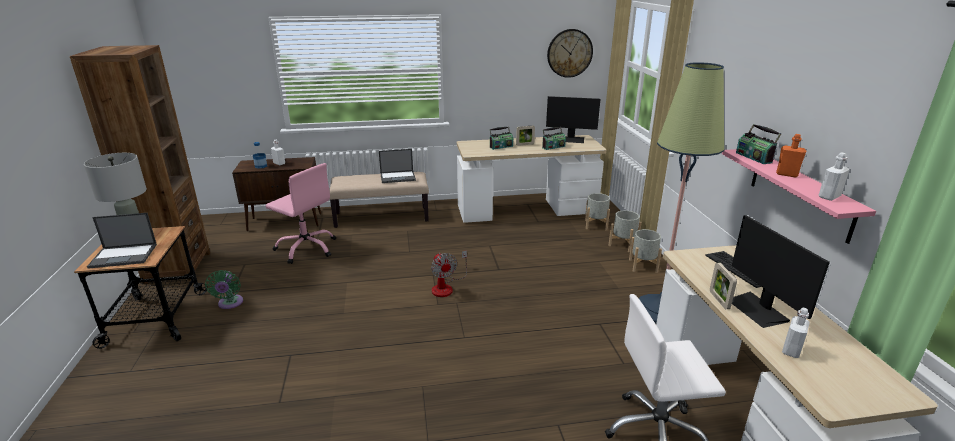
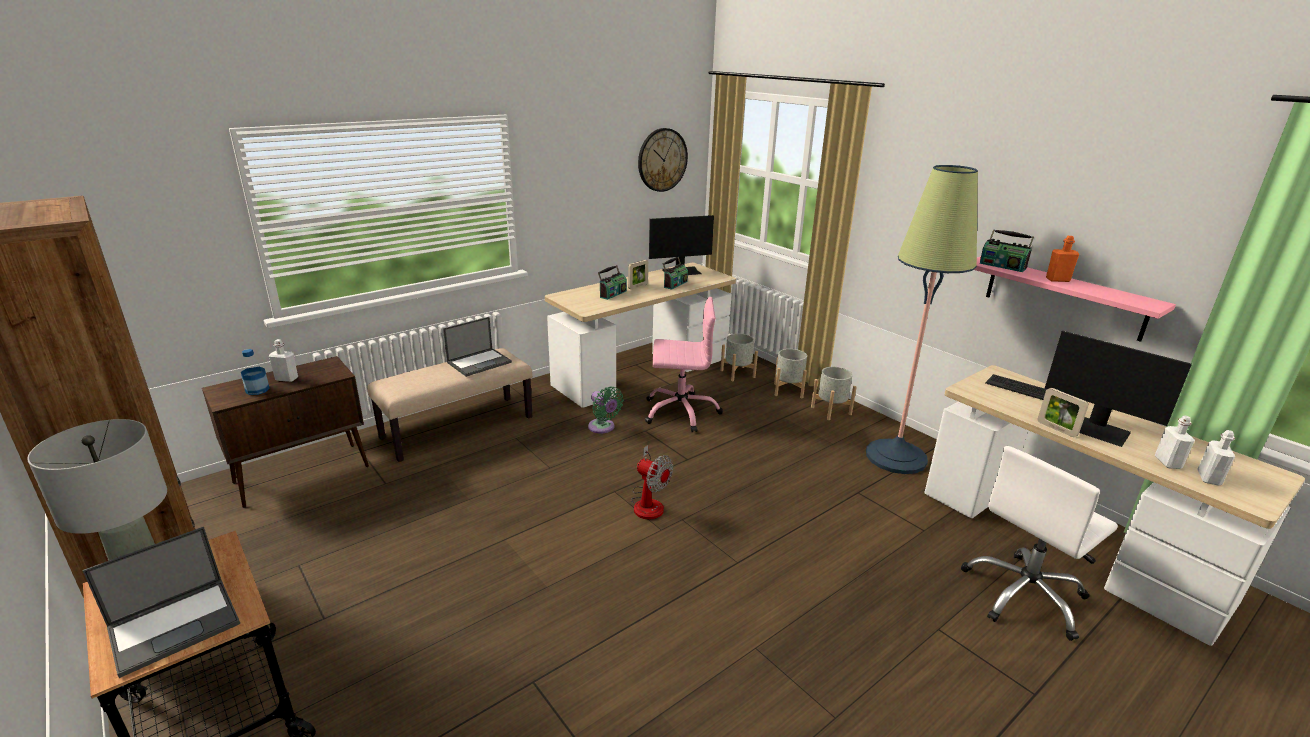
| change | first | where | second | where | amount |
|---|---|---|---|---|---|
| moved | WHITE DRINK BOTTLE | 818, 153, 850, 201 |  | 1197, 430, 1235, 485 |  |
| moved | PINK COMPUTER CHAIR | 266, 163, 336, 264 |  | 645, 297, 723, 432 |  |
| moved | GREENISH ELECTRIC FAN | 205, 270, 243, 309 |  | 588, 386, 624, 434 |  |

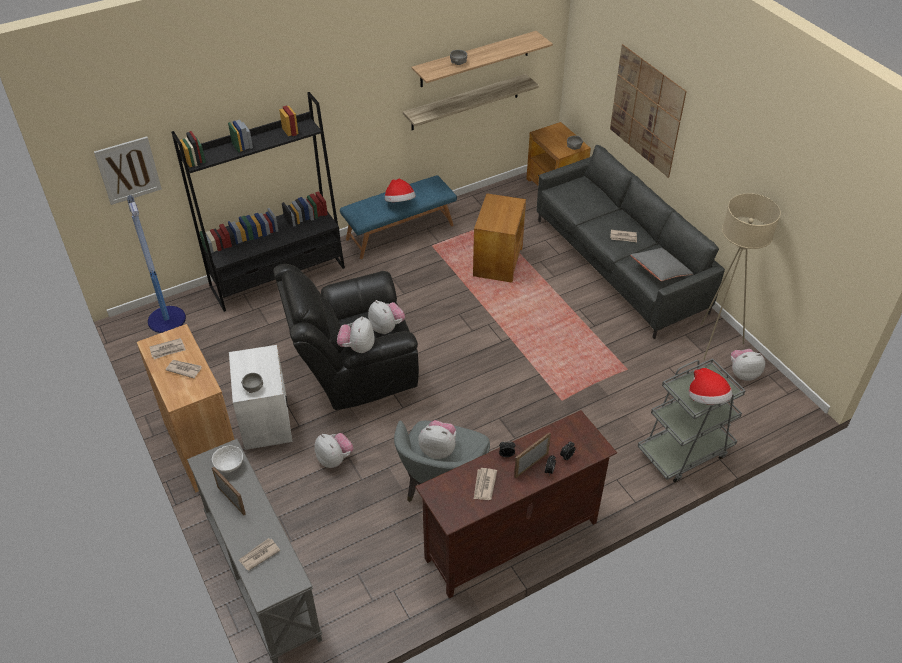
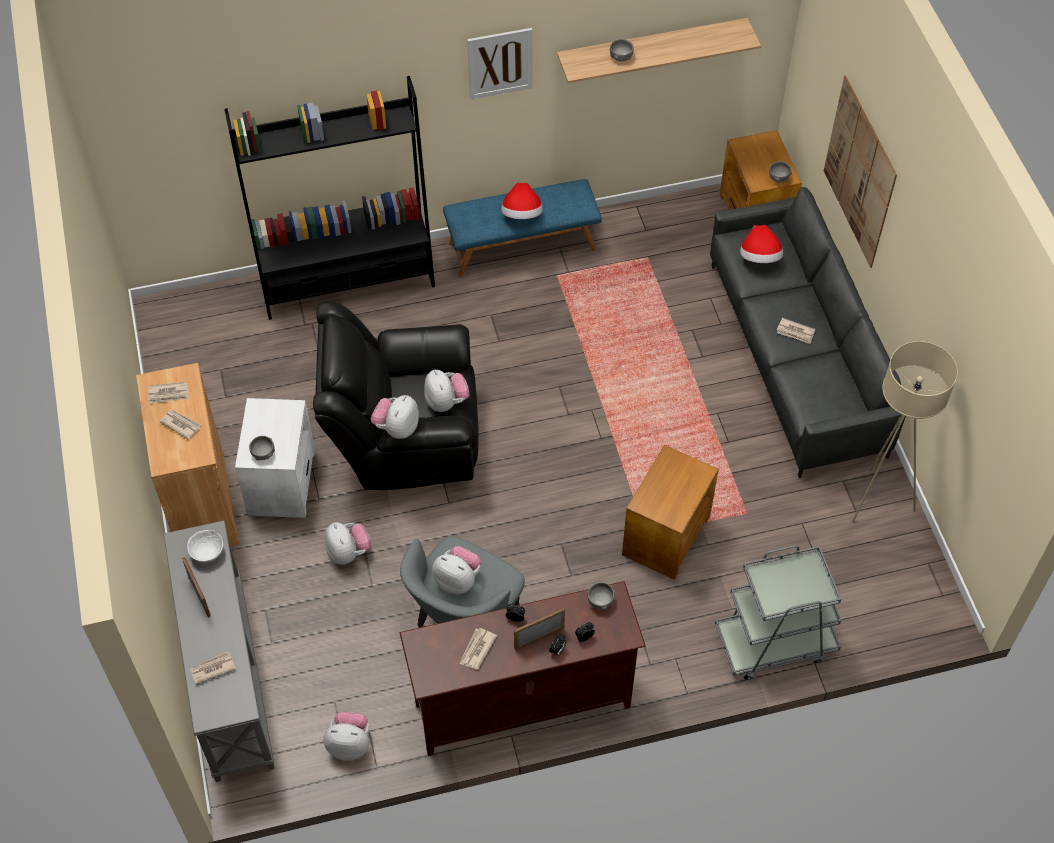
| change | first | where | second | where | amount |
|---|---|---|---|---|---|
| removed | SHELF | 403, 74, 539, 130 |  |  |  |
| moved | PICTURE | 94, 136, 162, 205 |  | 467, 28, 533, 99 |  |
| moved | BROWN SIDE TABLE | 473, 193, 526, 283 |  | 622, 445, 719, 580 |  |
| removed | FLOOR LAMP | 127, 195, 186, 333 |  |  |  |
| removed | GREYISH PILLOW | 630, 248, 693, 281 |  |  |  |
| moved | PLUSH TOY | 731, 349, 765, 381 |  | 323, 712, 369, 761 |  |
| moved | HAT | 689, 368, 732, 405 |  | 740, 225, 783, 263 |  |
| added |  |  | GREYISH SERVING BOWL | 588, 582, 615, 610 |  |

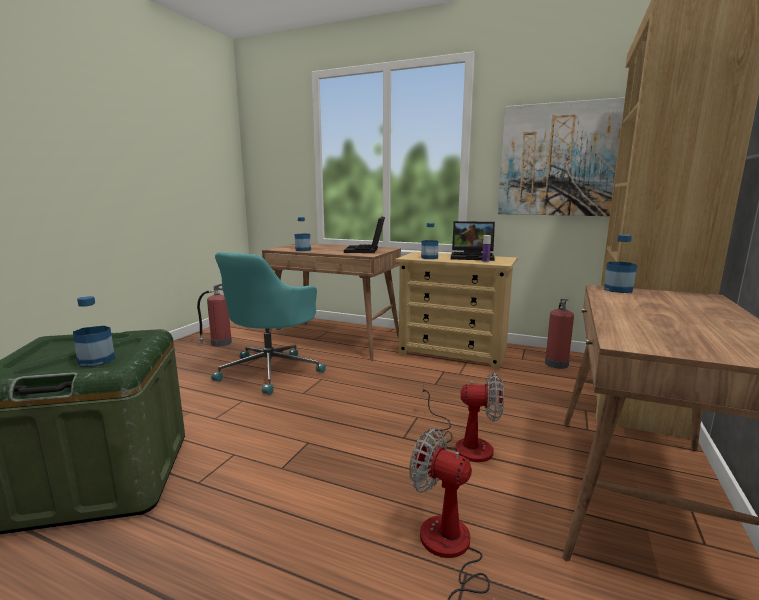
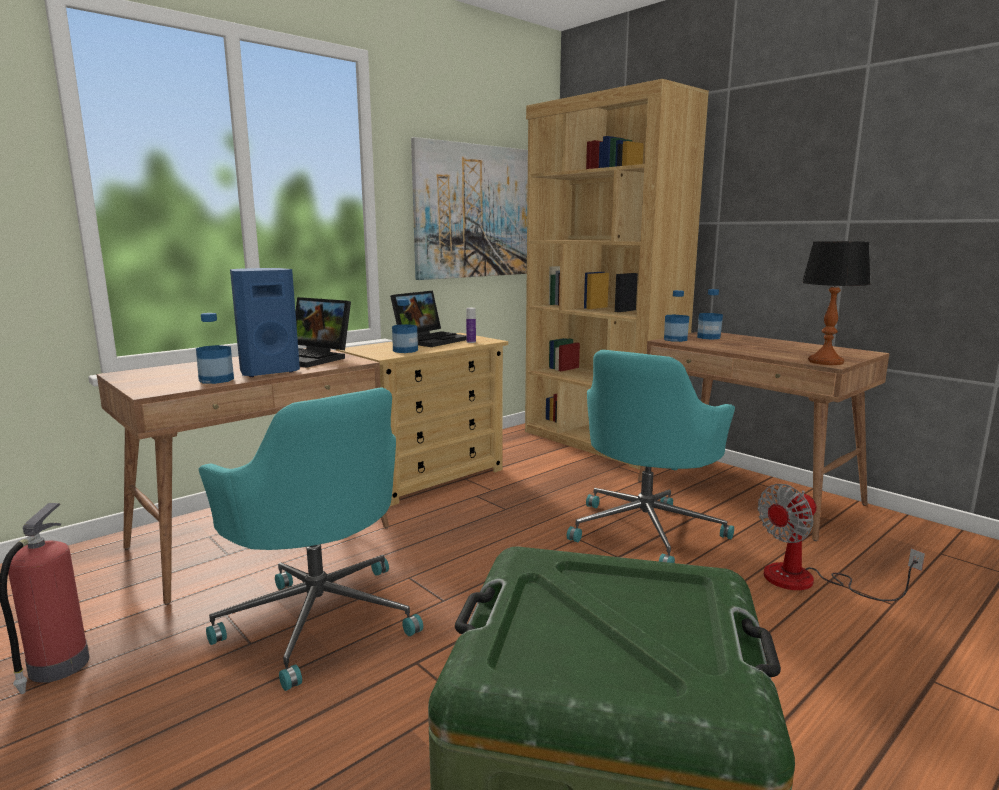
| change | first | where | second | where | amount |
|---|---|---|---|---|---|
| moved | DRINK BOTTLE | 73, 296, 115, 367 |  | 697, 289, 723, 340 |  |
| removed | EXTINGUISHER | 545, 299, 574, 369 |  |  |  |
| replaced | ELECTRIC FAN | 422, 372, 504, 462 | TURQUOISE COMPUTER CHAIR | 567, 350, 735, 563 |  |
| added |  |  | TABLE LAMP | 802, 241, 871, 365 |  |
| added |  |  | BLUE LOUDSPEAKER | 230, 268, 300, 377 |  |

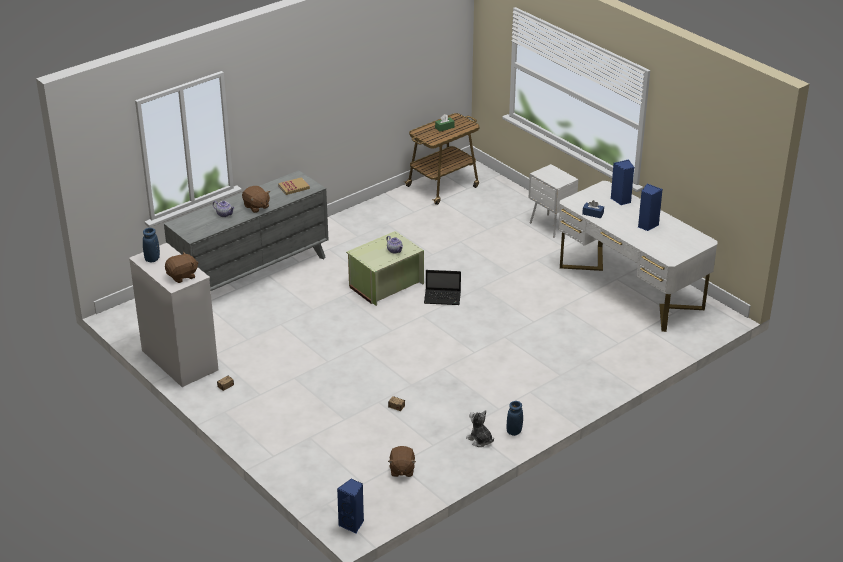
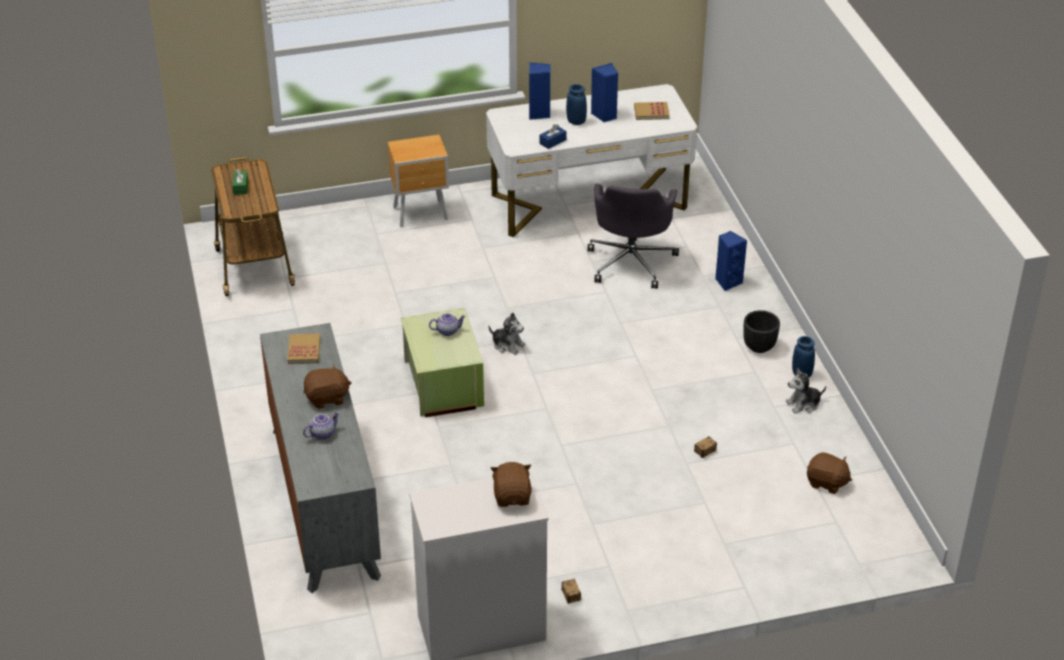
| change | first | where | second | where | amount |
|---|---|---|---|---|---|
| recoloured | WHITE NIGHTSTAND | 529, 164, 579, 238 | BROWN NIGHTSTAND | 387, 135, 449, 227 |  |
| moved | BLUE FLOWER VASE | 143, 228, 160, 262 |  | 566, 84, 587, 125 |  |
| replaced | PORTABLE COMPUTER | 424, 270, 461, 305 | PLUSH TOY | 489, 312, 525, 355 |  |
| moved | BLUE LOUDSPEAKER | 337, 478, 364, 534 |  | 715, 231, 747, 291 |  |
| added |  |  | VOLUME | 634, 102, 670, 120 |  |
| added |  |  | GREYISH COMPUTER CHAIR | 587, 184, 679, 289 |  |
| added |  |  | BLACK-COLOURED FLOWER POT | 743, 310, 780, 353 |  |

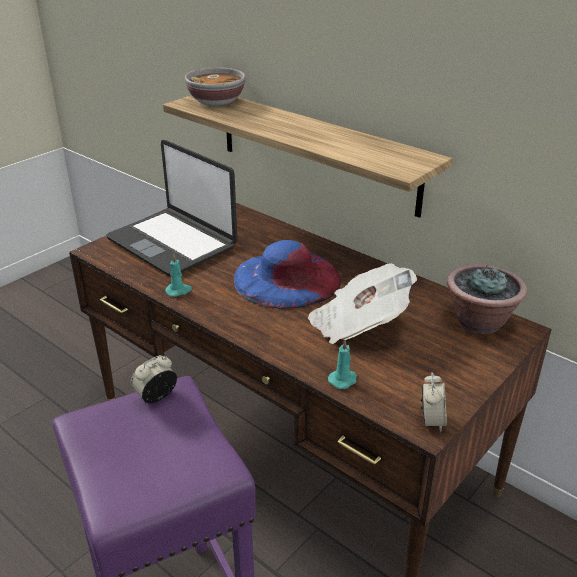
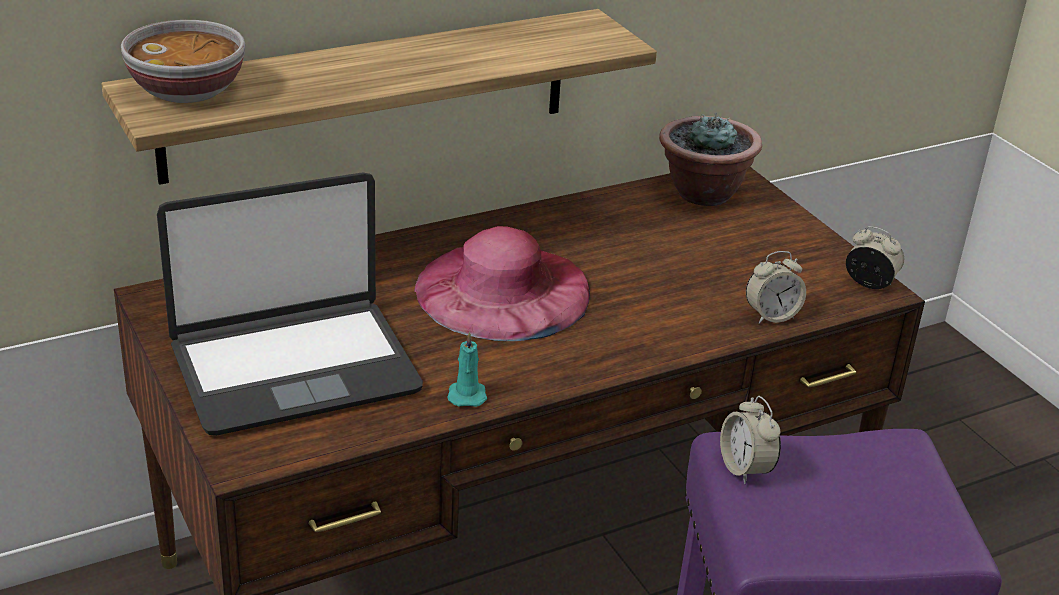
| change | first | where | second | where | amount |
|---|---|---|---|---|---|
| recoloured | BLUE HAT | 234, 240, 341, 309 | PINK HAT | 414, 226, 590, 341 |  |
| removed | NEWSPAPER | 308, 263, 417, 344 |  |  |  |
| replaced | TURQUOISE WAX CANDLE | 328, 340, 357, 389 | ALARM CLOCK | 746, 251, 806, 323 |  |

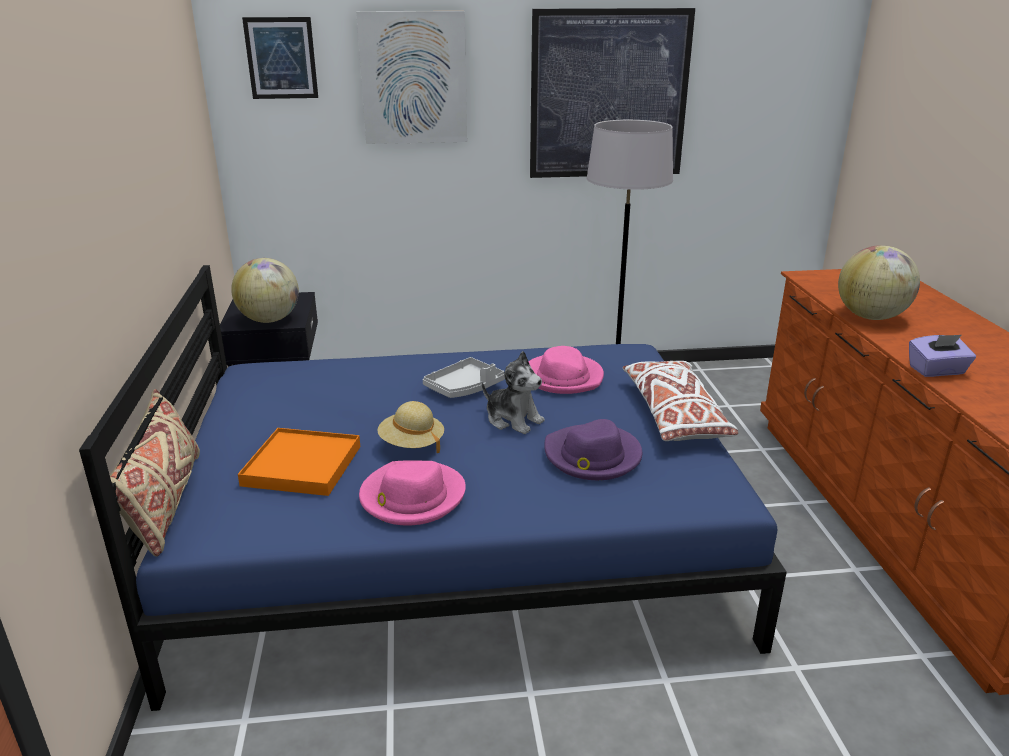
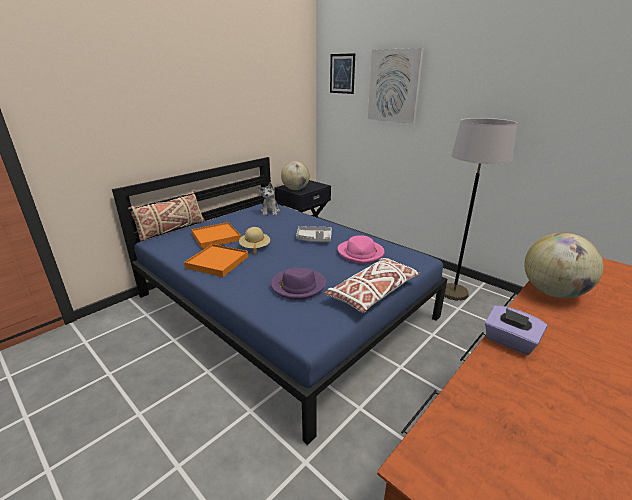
| change | first | where | second | where | amount |
|---|---|---|---|---|---|
| removed | PICTURE | 530, 8, 695, 178 |  |  |  |
| moved | PLUSH TOY | 482, 351, 545, 434 |  | 258, 183, 280, 216 |  |
| replaced | PINK HAT | 359, 460, 466, 525 | ORANGE-COLOURED CARRYING TRAY | 184, 244, 248, 277 |  |

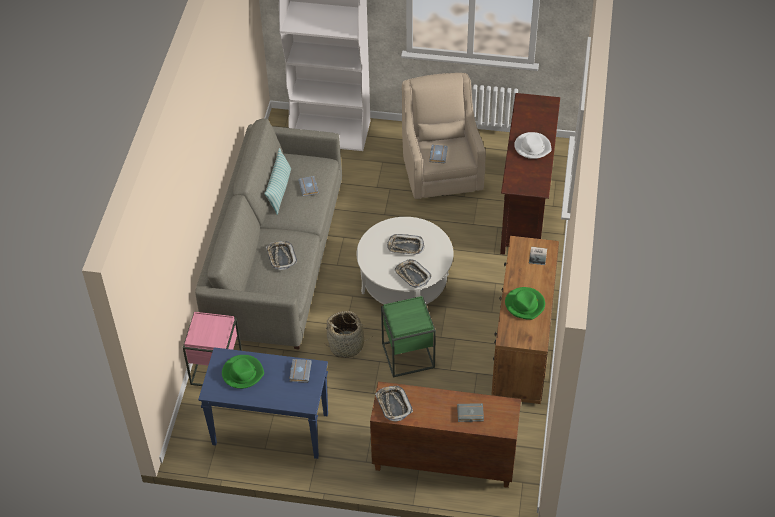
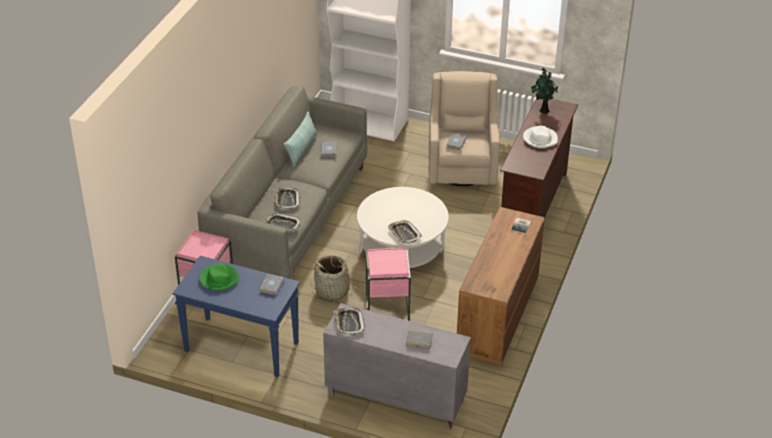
| change | first | where | second | where | amount |
|---|---|---|---|---|---|
| moved | CARRYING TRAY | 387, 234, 424, 255 |  | 264, 213, 300, 232 |  |
| removed | GREENISH HAT | 505, 287, 545, 320 |  |  |  |
| recoloured | GREENISH SIDE TABLE | 381, 296, 436, 377 | PINK SIDE TABLE | 366, 248, 411, 321 |  |
| recoloured | BROWN CABINET | 370, 381, 521, 488 | GREYISH CABINET | 323, 303, 471, 430 |  |
| added |  |  | HOUSEPLANT | 531, 68, 558, 114 |  |

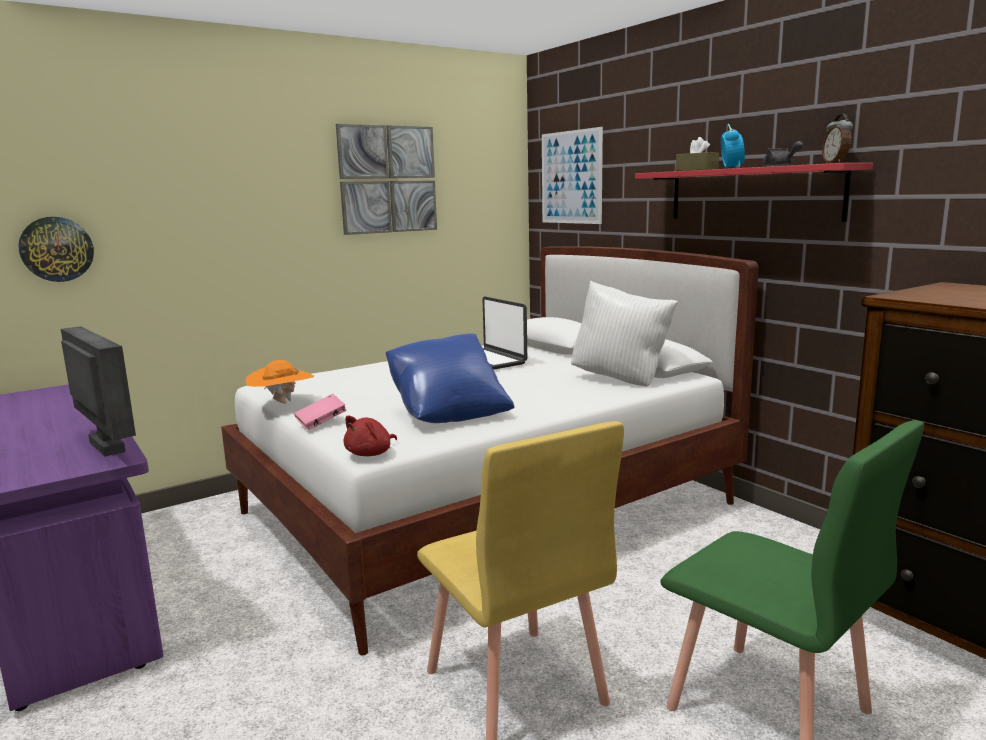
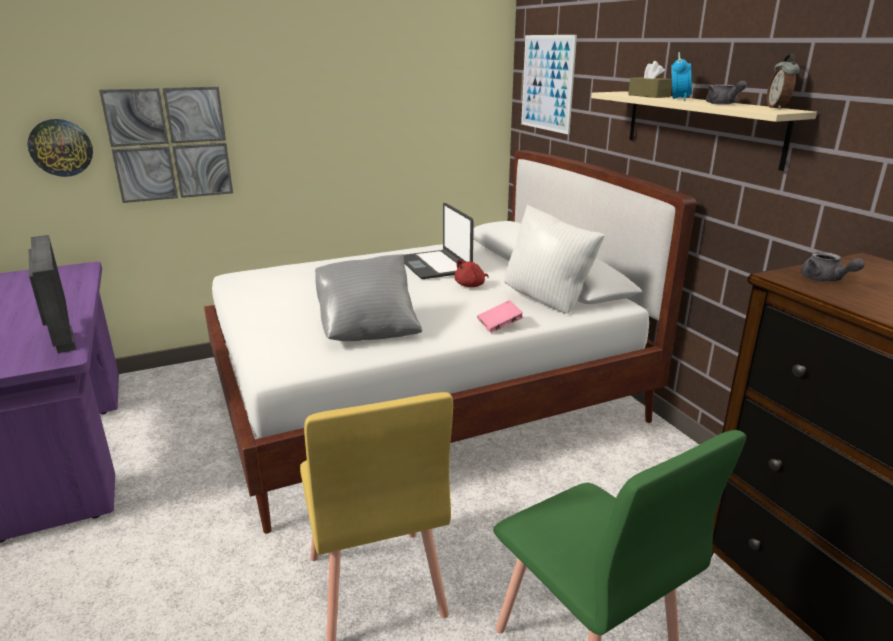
| change | first | where | second | where | amount |
|---|---|---|---|---|---|
| moved | PICTURE | 336, 124, 437, 235 |  | 99, 86, 233, 203 |  |
| recoloured | REDDISH SHELF | 635, 163, 873, 222 | BEIGE-COLOURED SHELF | 591, 91, 817, 171 |  |
| recoloured | BLUE PILLOW | 386, 333, 514, 423 | GREYISH PILLOW | 315, 254, 422, 341 |  |
| removed | ORANGE-COLOURED HAT | 245, 360, 314, 404 |  |  |  |
| moved | PINK VOLUME | 294, 394, 347, 430 |  | 477, 300, 523, 333 |  |
| moved | REDDISH PLUSH TOY | 344, 415, 397, 456 |  | 454, 259, 489, 287 |  |
| added |  |  | GREYISH POT FOR TEA | 801, 252, 865, 282 |  |

